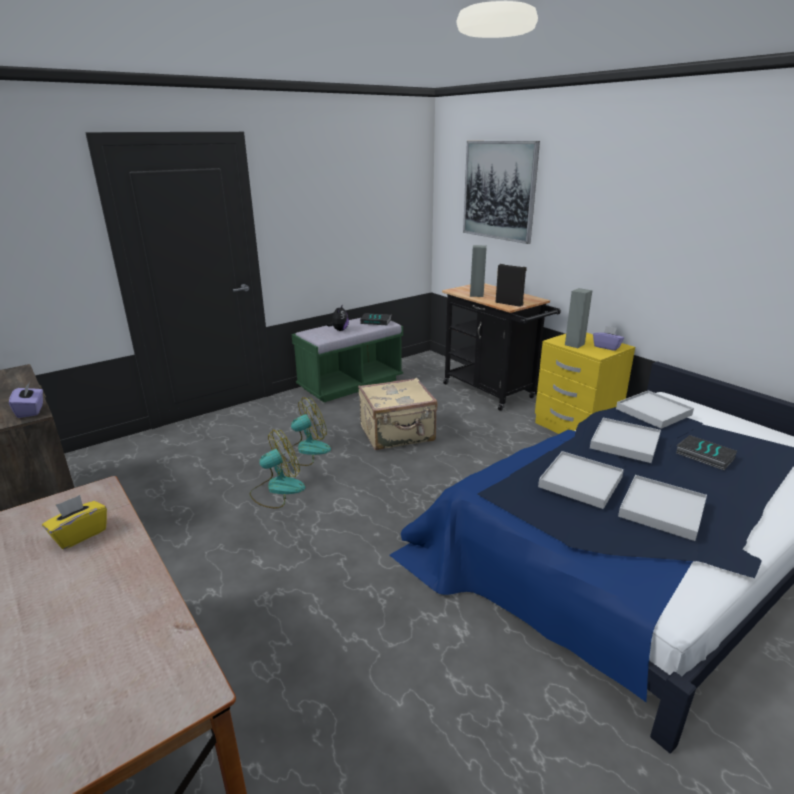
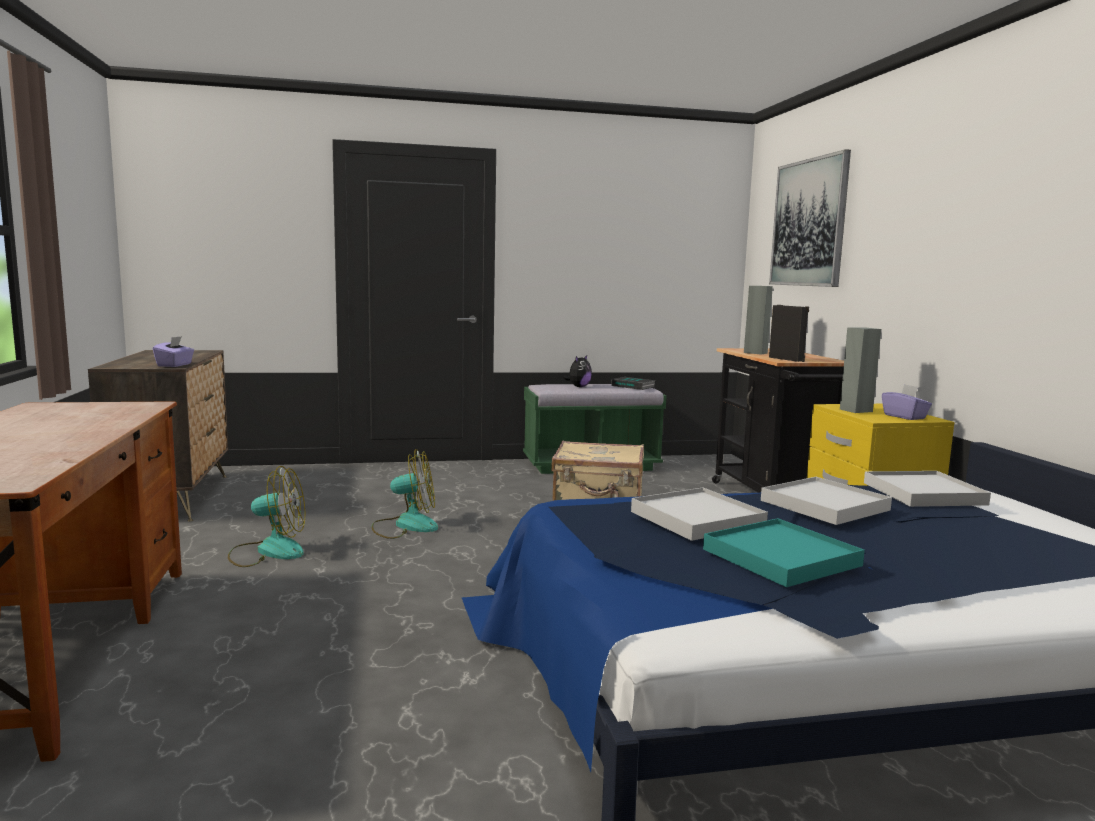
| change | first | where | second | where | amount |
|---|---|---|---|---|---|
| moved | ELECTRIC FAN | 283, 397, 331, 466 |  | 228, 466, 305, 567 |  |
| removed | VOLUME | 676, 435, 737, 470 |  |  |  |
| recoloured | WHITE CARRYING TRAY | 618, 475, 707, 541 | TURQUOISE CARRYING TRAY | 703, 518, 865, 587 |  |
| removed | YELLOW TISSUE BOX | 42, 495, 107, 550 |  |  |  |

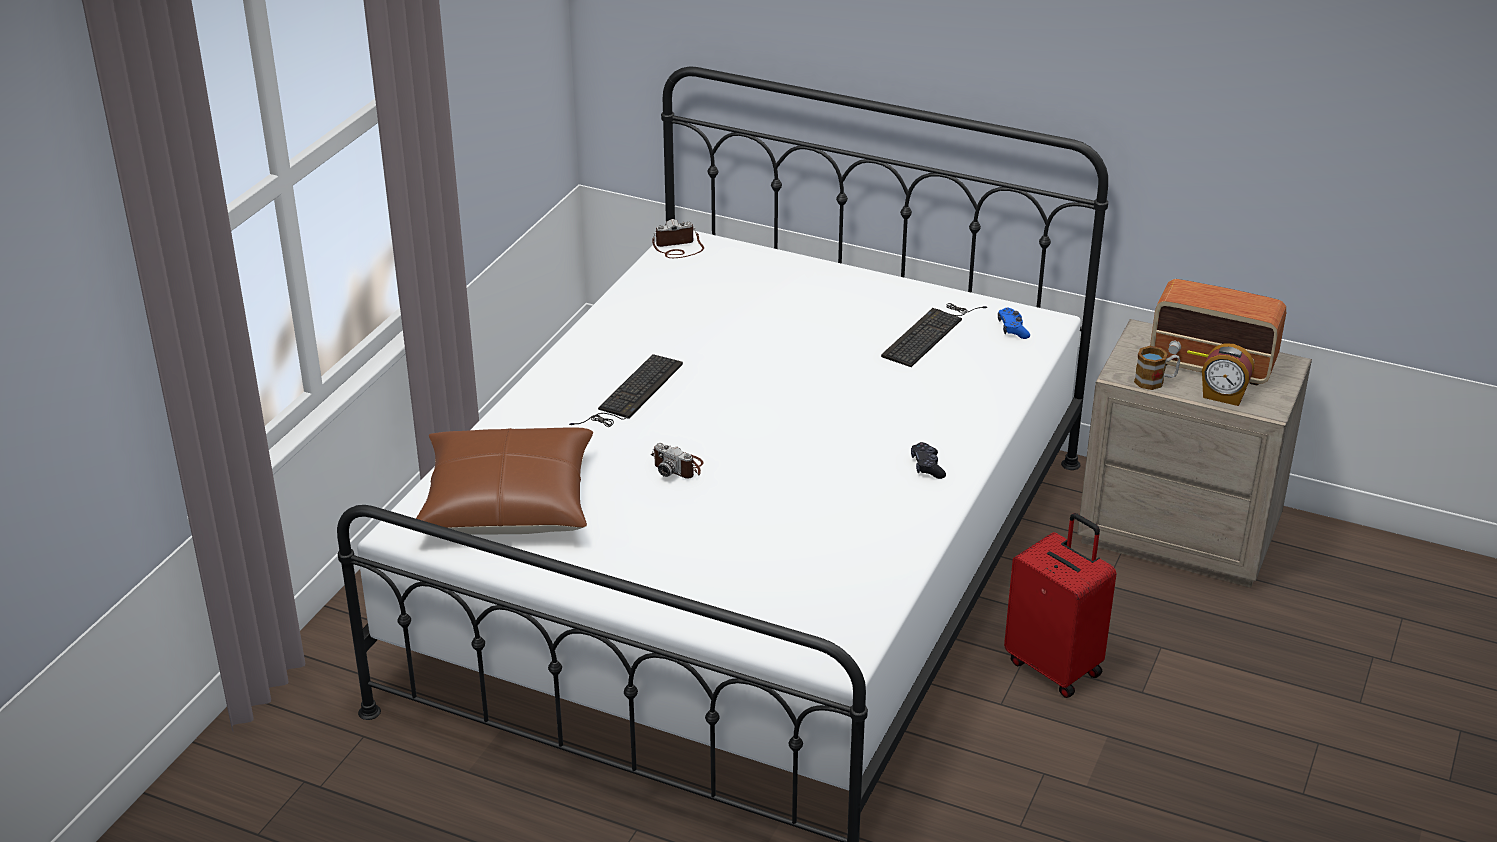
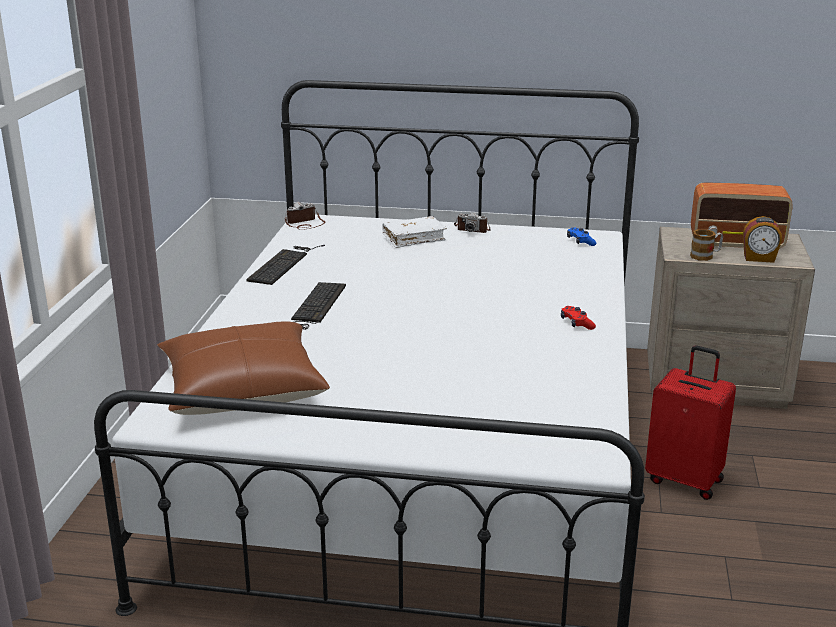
| change | first | where | second | where | amount |
|---|---|---|---|---|---|
| moved | KEYBOARD | 881, 303, 987, 367 |  | 246, 245, 325, 285 |  |
| recoloured | BLACK-COLOURED GAME CONTROLLER | 911, 442, 946, 479 | REDDISH GAME CONTROLLER | 561, 306, 596, 330 |  |
| moved | PHOTO CAMERA | 651, 443, 703, 479 |  | 454, 213, 490, 233 |  |
| added |  |  | WHITE VOLUME | 382, 216, 447, 248 |  |

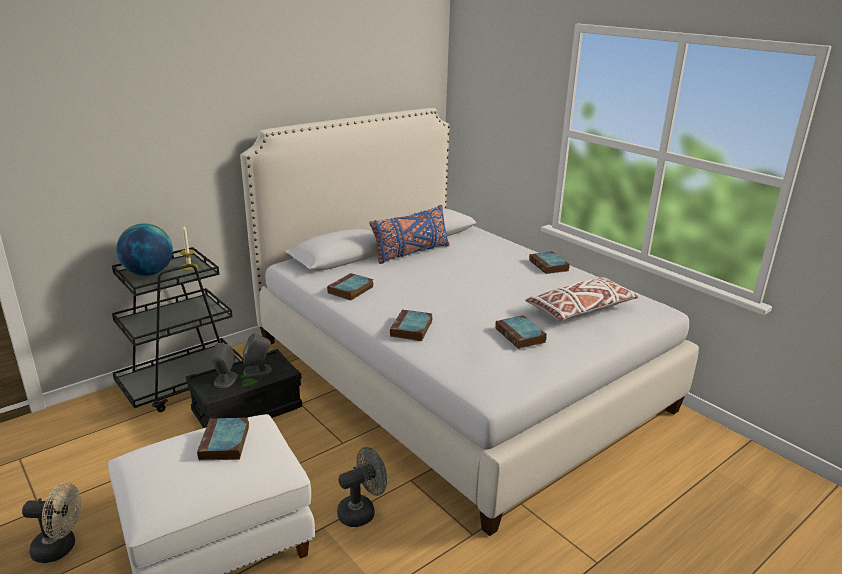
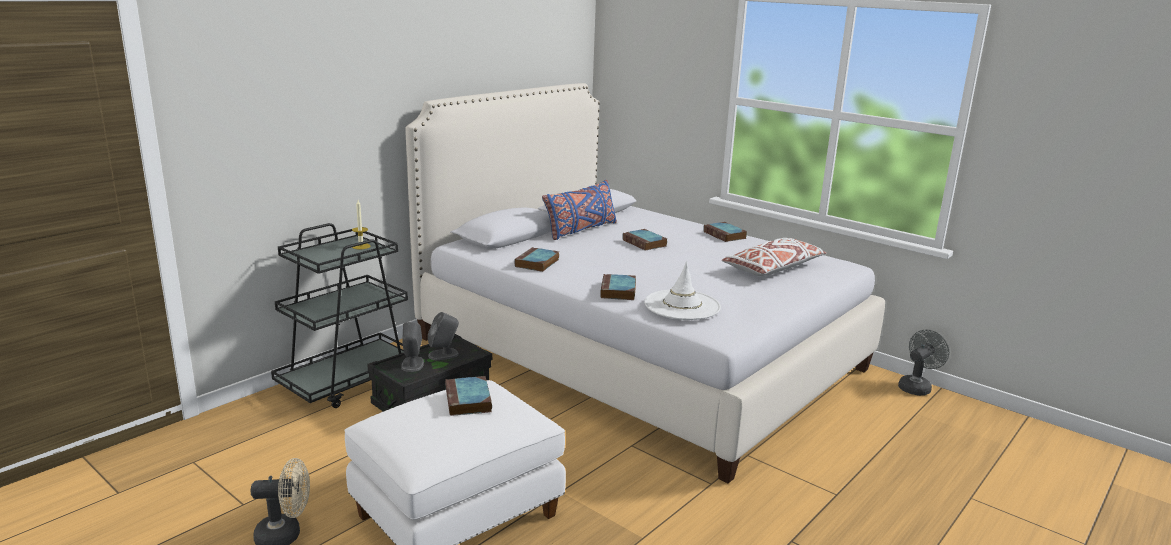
| change | first | where | second | where | amount |
|---|---|---|---|---|---|
| removed | GLOBE | 116, 223, 173, 276 |  |  |  |
| moved | VOLUME | 495, 315, 547, 349 |  | 622, 229, 667, 251 |  |
| moved | GREYISH ELECTRIC FAN | 337, 447, 387, 527 |  | 898, 330, 949, 396 |  |
| added |  |  | WHITE HAT | 644, 261, 721, 320 |  |

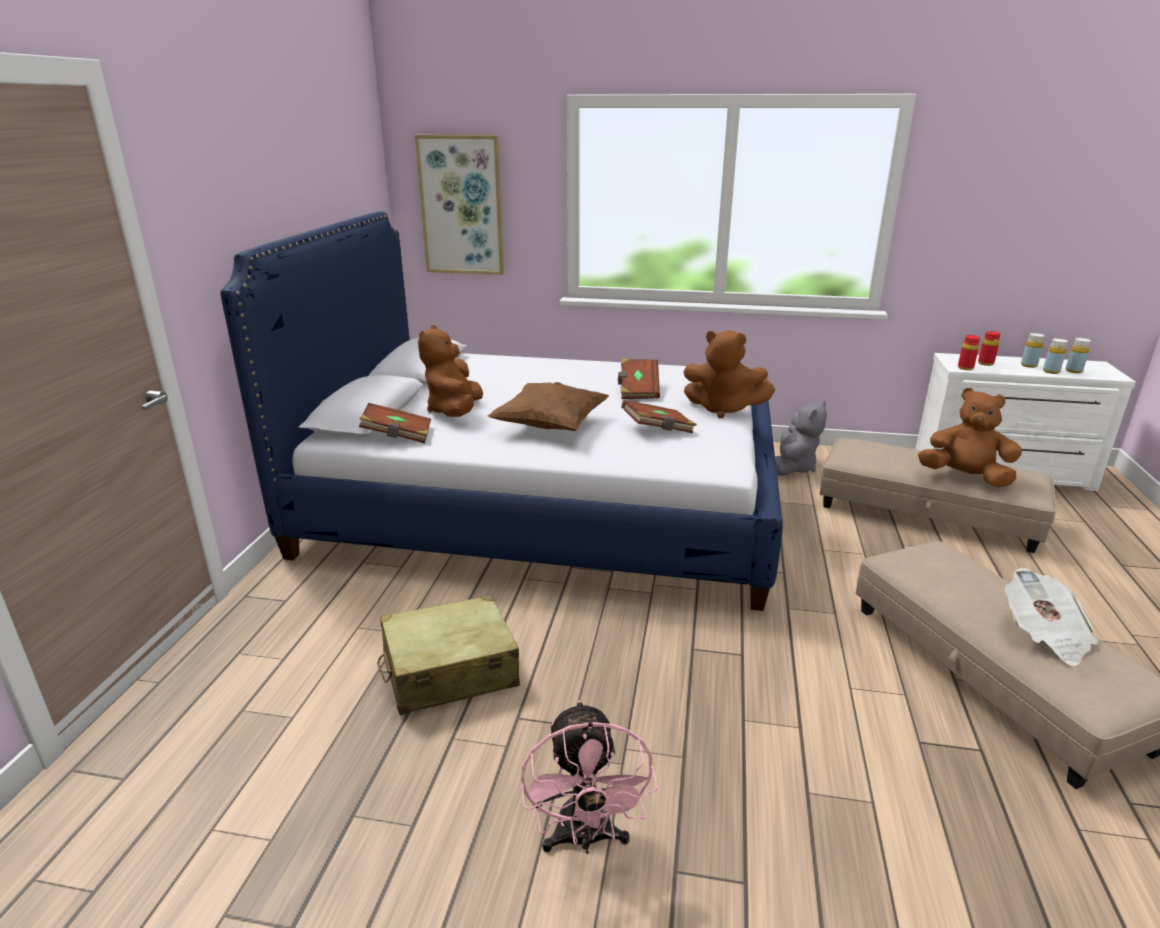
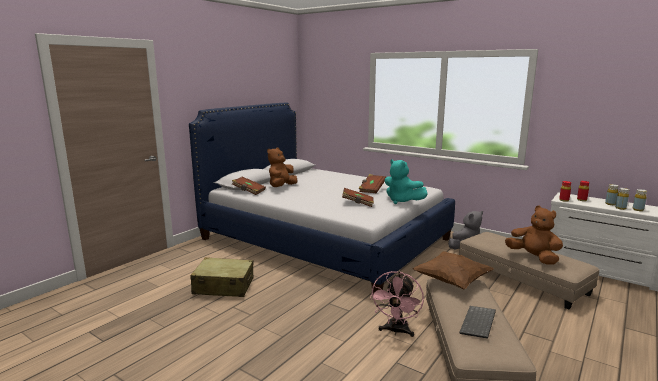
| change | first | where | second | where | amount |
|---|---|---|---|---|---|
| removed | PICTURE | 415, 135, 504, 275 |  |  |  |
| recoloured | BROWN PLUSH TOY | 683, 330, 775, 418 | TURQUOISE PLUSH TOY | 385, 160, 427, 204 |  |
| moved | BROWN PILLOW | 488, 382, 609, 431 |  | 412, 251, 494, 289 |  |
| replaced | NEWSPAPER | 1005, 568, 1099, 666 | KEYBOARD | 459, 306, 496, 339 |  |
| moved | PINK ELECTRIC FAN | 521, 700, 658, 854 |  | 370, 271, 424, 337 |  |

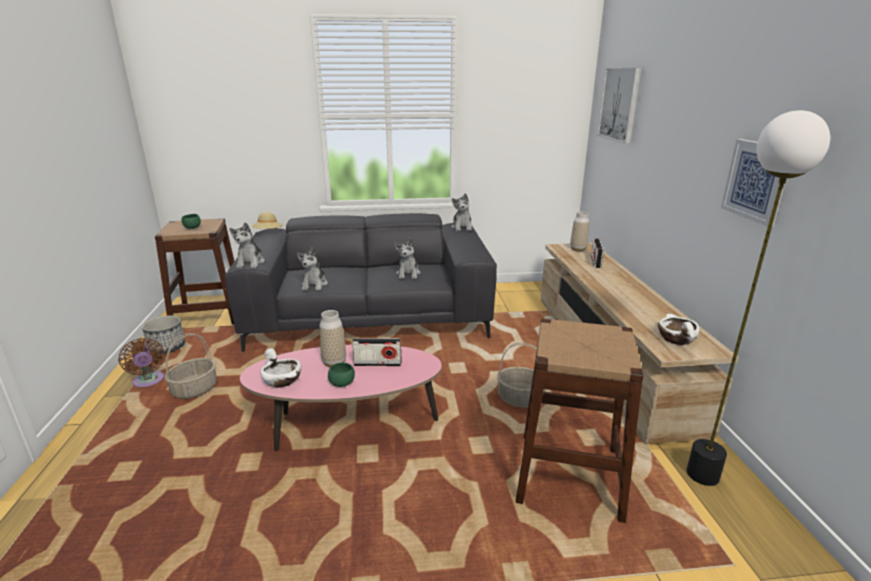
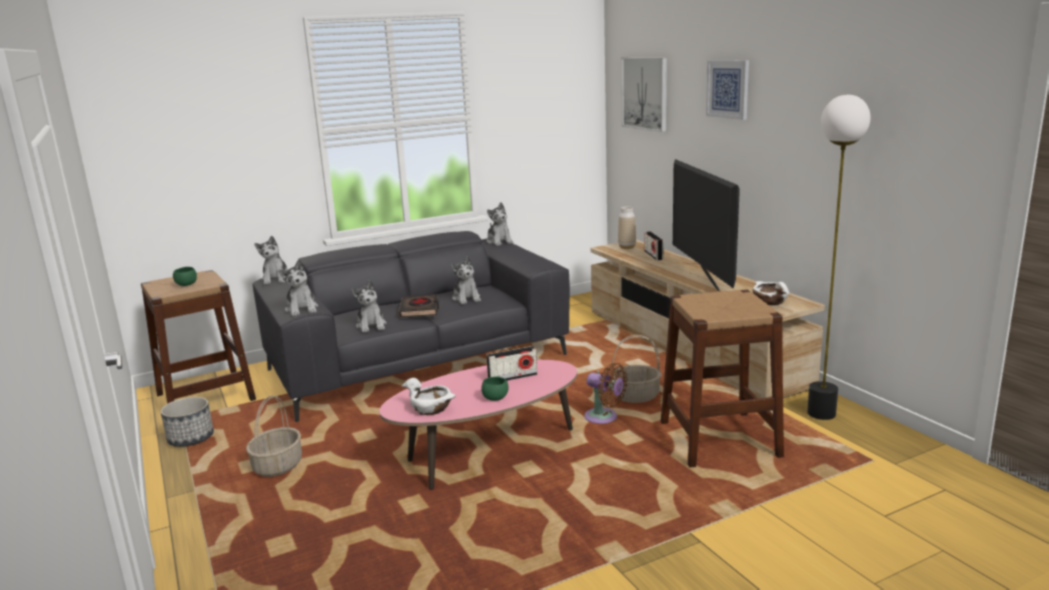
| change | first | where | second | where | amount |
|---|---|---|---|---|---|
| moved | PICTURE | 721, 139, 785, 227 |  | 706, 60, 749, 120 |  |
| replaced | BEIGE-COLOURED HAT | 251, 212, 282, 229 | PLUSH TOY | 254, 236, 287, 285 |  |
| removed | FLOWER VASE | 320, 310, 346, 367 |  |  |  |
| moved | BROWN ELECTRIC FAN | 118, 338, 165, 387 |  | 584, 363, 628, 424 |  |
| added |  |  | TV SET | 673, 159, 740, 292 |  |
| added |  |  | BLACK-COLOURED VOLUME | 399, 294, 439, 318 |  |

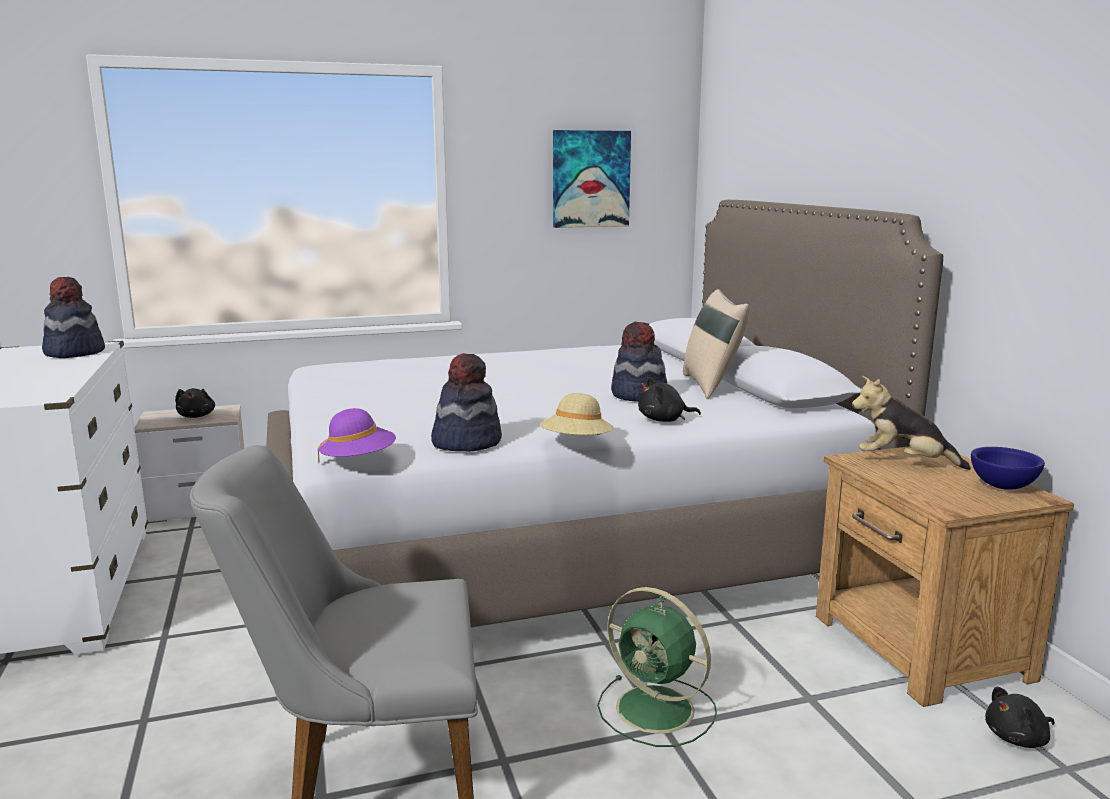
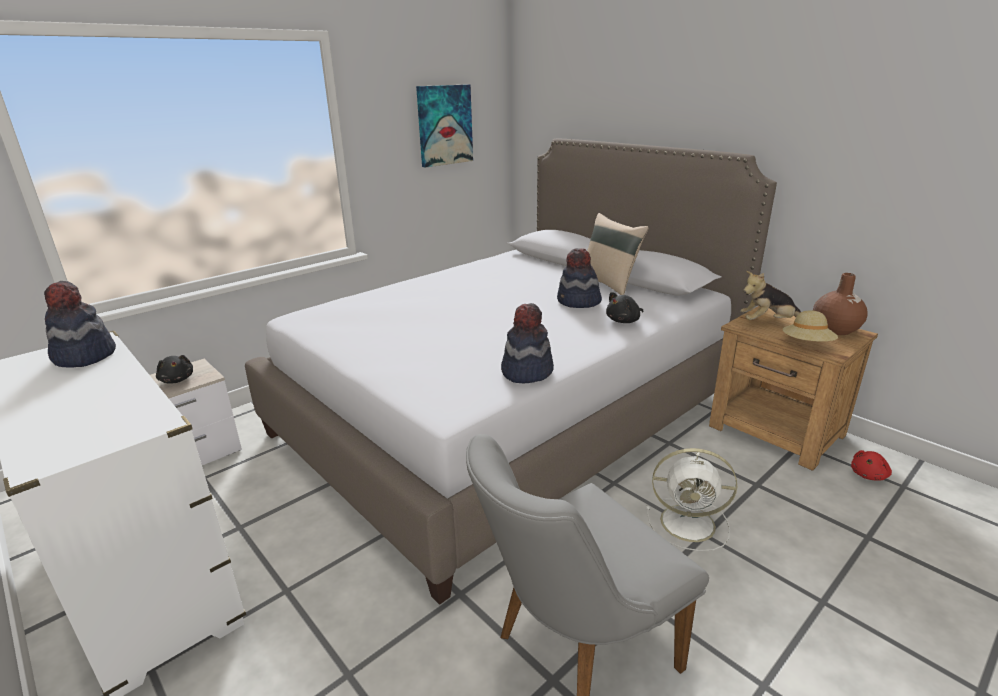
| change | first | where | second | where | amount |
|---|---|---|---|---|---|
| moved | BEIGE-COLOURED HAT | 540, 393, 613, 435 |  | 783, 310, 838, 342 |  |
| removed | PURPLISH HAT | 318, 408, 396, 463 |  |  |  |
| replaced | BLUE SERVING BOWL | 971, 447, 1045, 490 | BROWN FLOWER VASE | 813, 273, 868, 335 |  |
| recoloured | GREENISH ELECTRIC FAN | 597, 587, 717, 747 | WHITE ELECTRIC FAN | 646, 448, 737, 551 |  |
| recoloured | BLACK-COLOURED PLUSH TOY | 985, 687, 1055, 748 | REDDISH PLUSH TOY | 851, 450, 892, 481 |  |

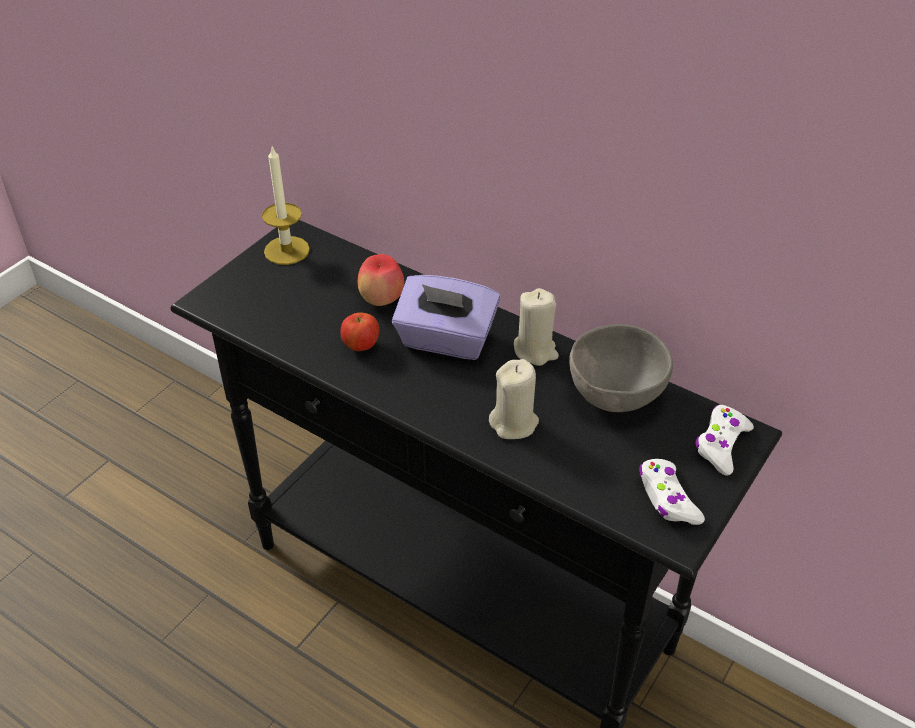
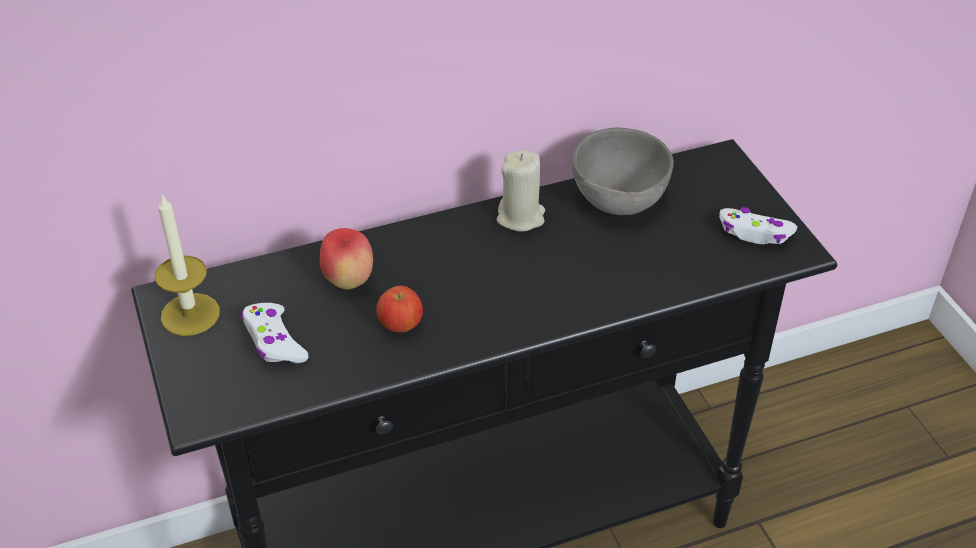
| change | first | where | second | where | amount |
|---|---|---|---|---|---|
| removed | PURPLISH TISSUE BOX | 392, 275, 500, 360 |  |  |  |
| removed | BEIGE-COLOURED WAX CANDLE | 489, 359, 539, 439 |  |  |  |
| moved | WHITE GAME CONTROLLER | 695, 405, 754, 476 |  | 242, 303, 308, 363 |  |

